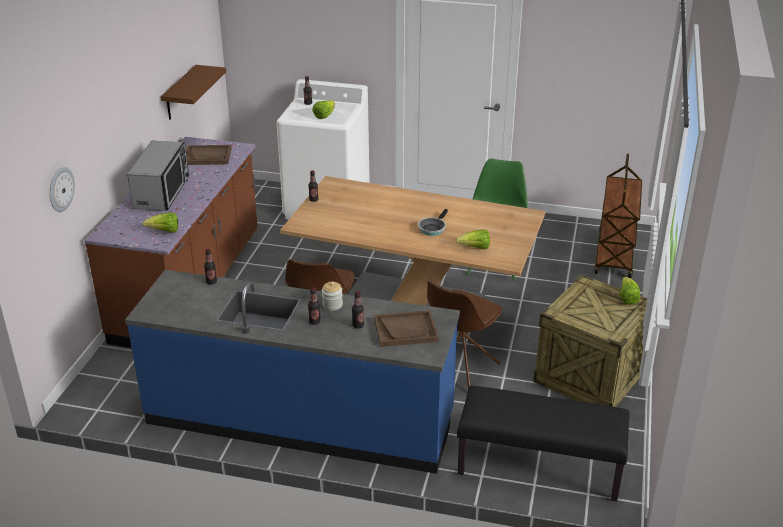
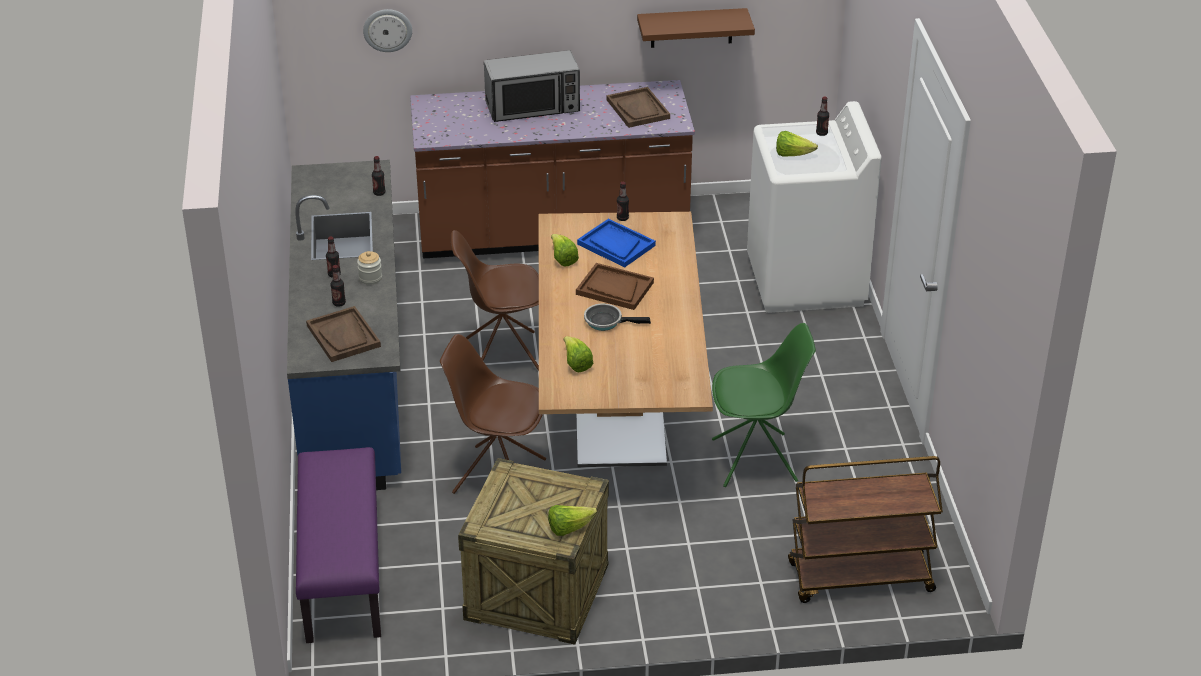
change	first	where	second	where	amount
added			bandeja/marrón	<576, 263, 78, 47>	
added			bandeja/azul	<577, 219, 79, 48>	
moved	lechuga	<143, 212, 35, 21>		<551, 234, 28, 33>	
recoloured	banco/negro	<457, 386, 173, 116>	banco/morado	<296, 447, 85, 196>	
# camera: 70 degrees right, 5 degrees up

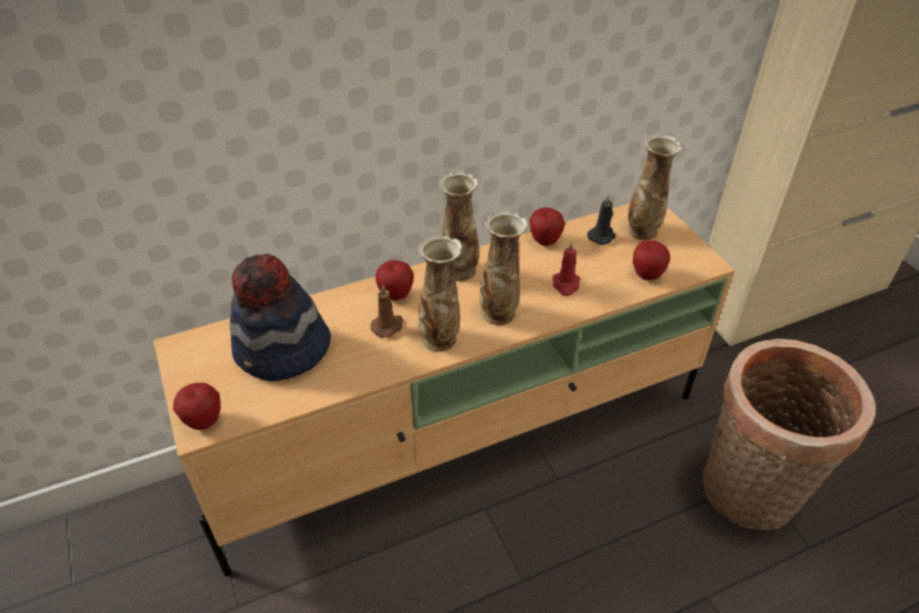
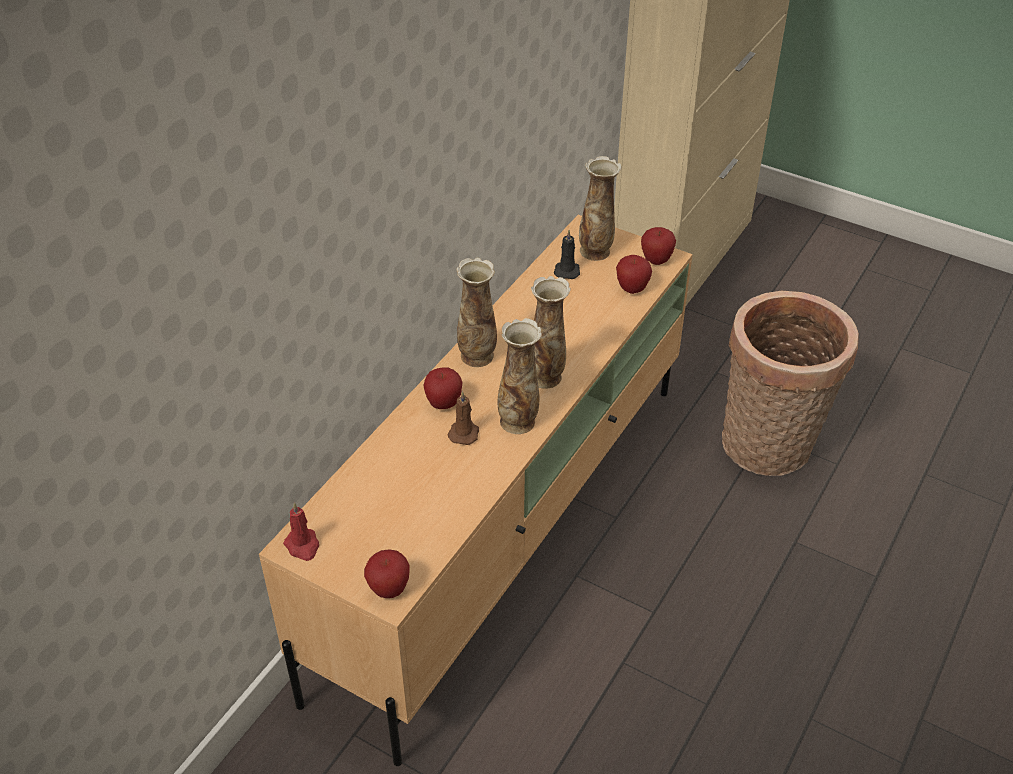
change	first	where	second	where	amount
removed	sombrero	<230, 254, 101, 127>			
moved	manzana	<529, 207, 36, 39>		<641, 227, 35, 38>	
moved	vela/rojo	<552, 241, 28, 55>		<283, 502, 36, 59>	
# camera: 35 degrees left, 0 degrees up

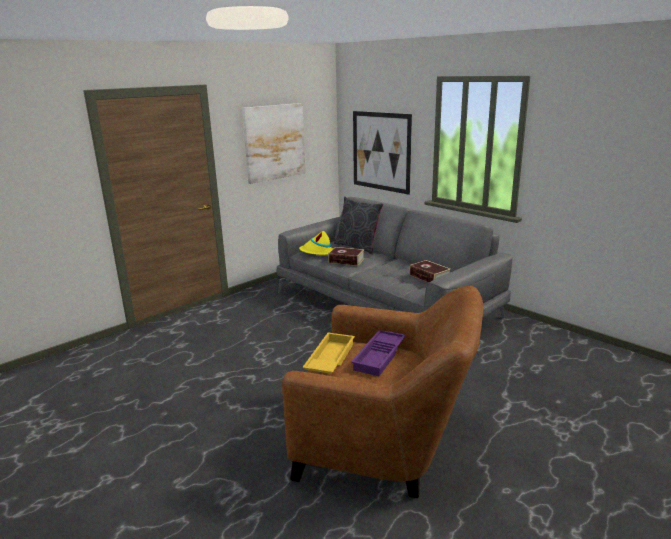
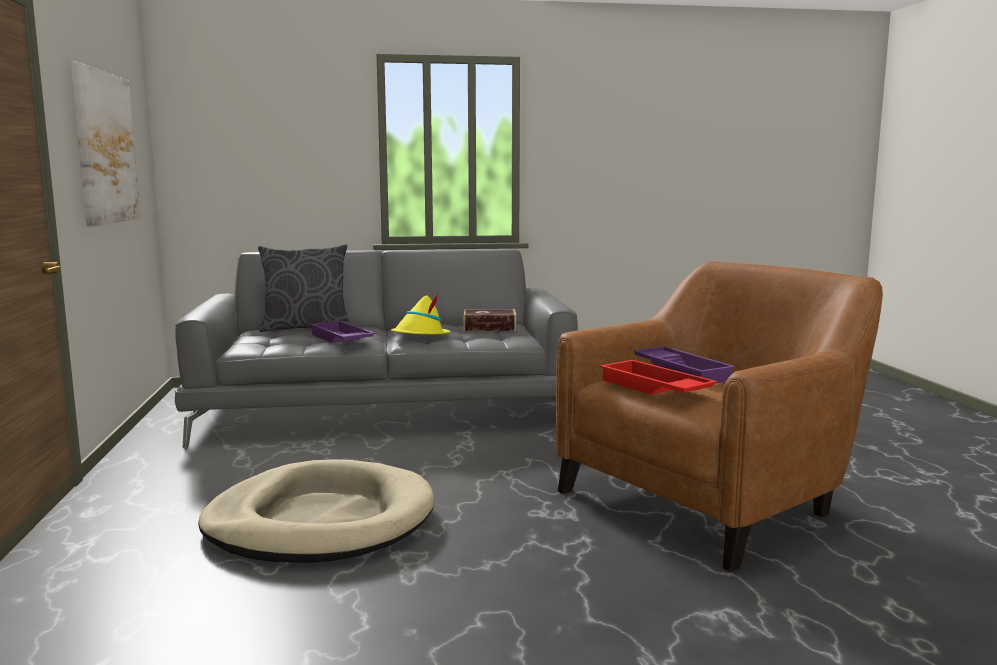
change	first	where	second	where	amount
removed	cuadro	<353, 111, 59, 84>			
added			cama para perro/beis	<198, 459, 236, 104>	
moved	sombrero/amarillo	<299, 231, 34, 24>		<391, 292, 60, 43>	
replaced	libro	<328, 247, 36, 19>	bandeja/morado	<310, 321, 66, 22>	
recoloured	bandeja/amarillo	<302, 333, 53, 41>	bandeja/rojo	<600, 360, 118, 35>	
# camera: 55 degrees left, 10 degrees down

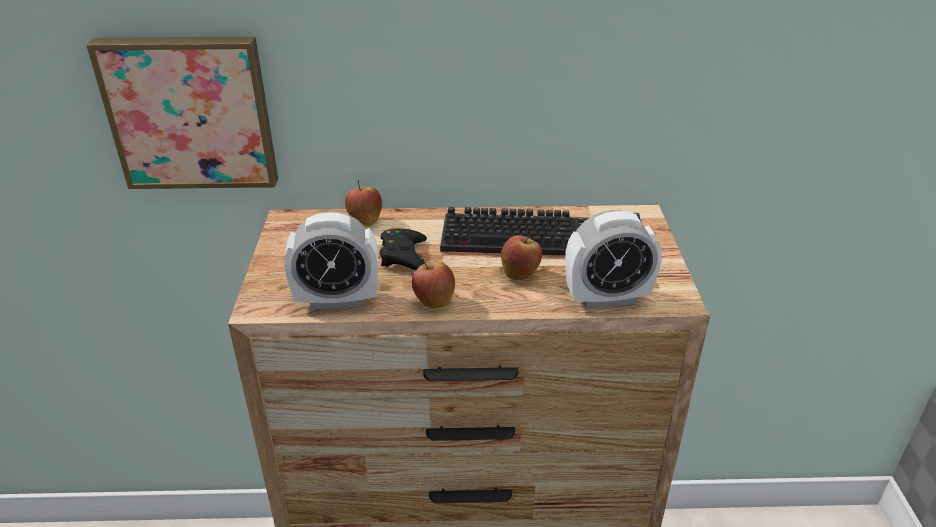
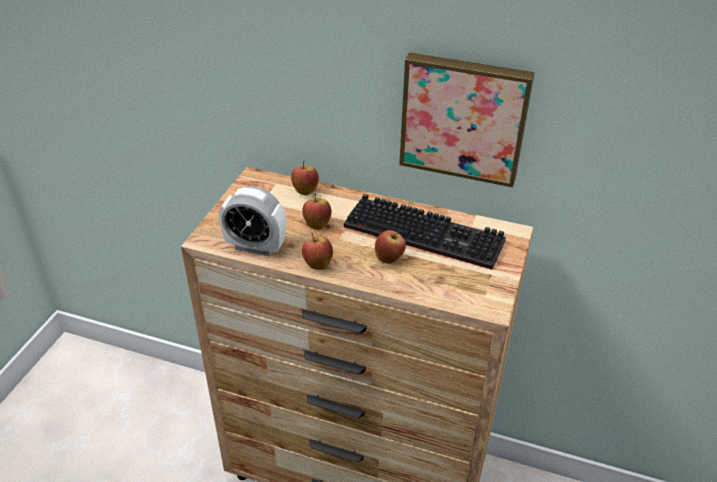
change	first	where	second	where	amount
removed	despertador	<565, 210, 97, 99>			
moved	cuadro	<86, 37, 192, 152>		<399, 53, 136, 135>	
replaced	mando de consola/negro	<380, 228, 47, 42>	manzana	<302, 193, 30, 37>	
# camera: 20 degrees right, 5 degrees up

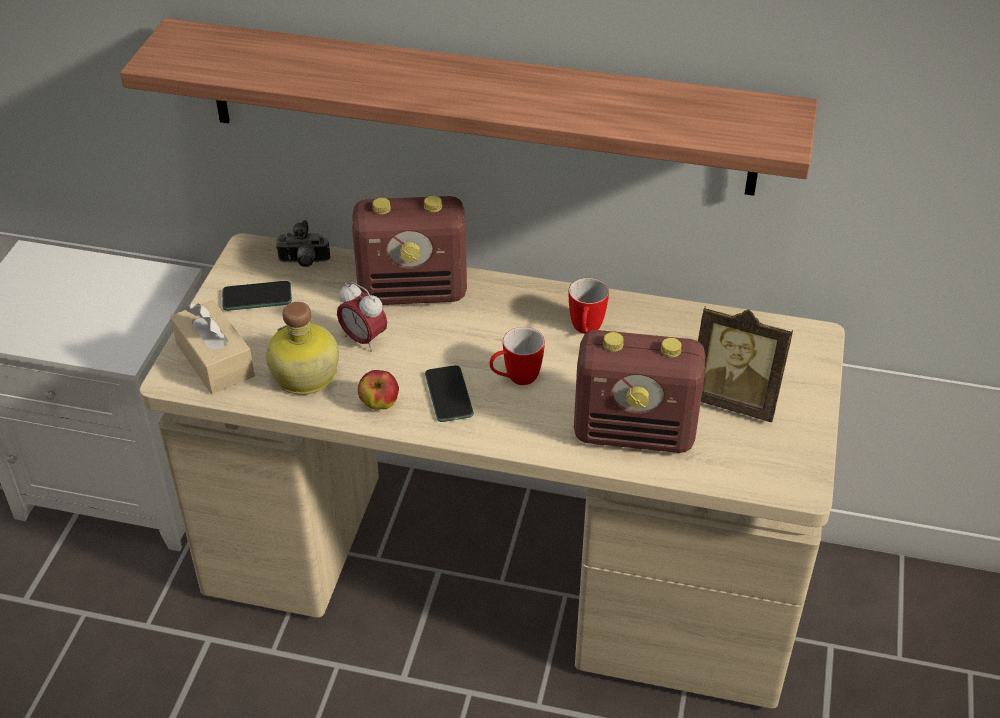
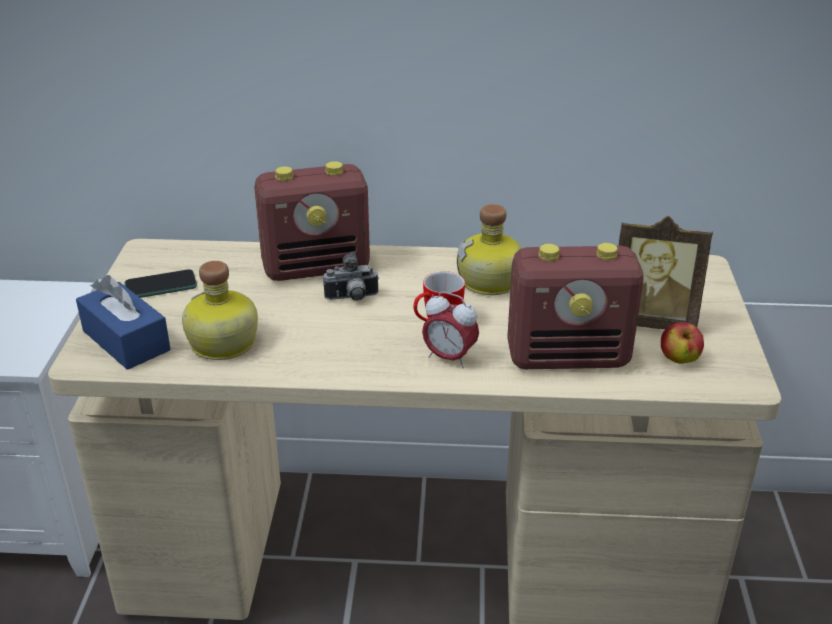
change	first	where	second	where	amount
removed	estante	<120, 18, 698, 178>			
removed	móvil	<425, 365, 49, 57>			
moved	cámara	<276, 220, 54, 47>		<323, 252, 56, 49>	
moved	despertador	<337, 282, 50, 70>		<422, 292, 57, 76>	
moved	manzana	<358, 370, 41, 40>		<661, 323, 43, 41>	
replaced	taza grande	<569, 278, 40, 56>	botella	<457, 204, 65, 91>	
recoloured	caja de pañuelos/beis	<170, 300, 85, 94>	caja de pañuelos/azul	<76, 275, 95, 95>	
# camera: 10 degrees left, 10 degrees down

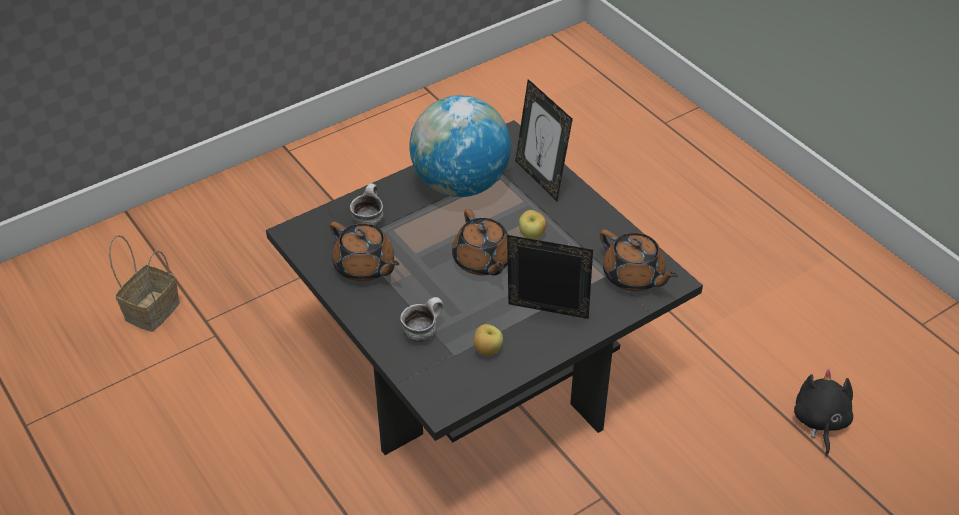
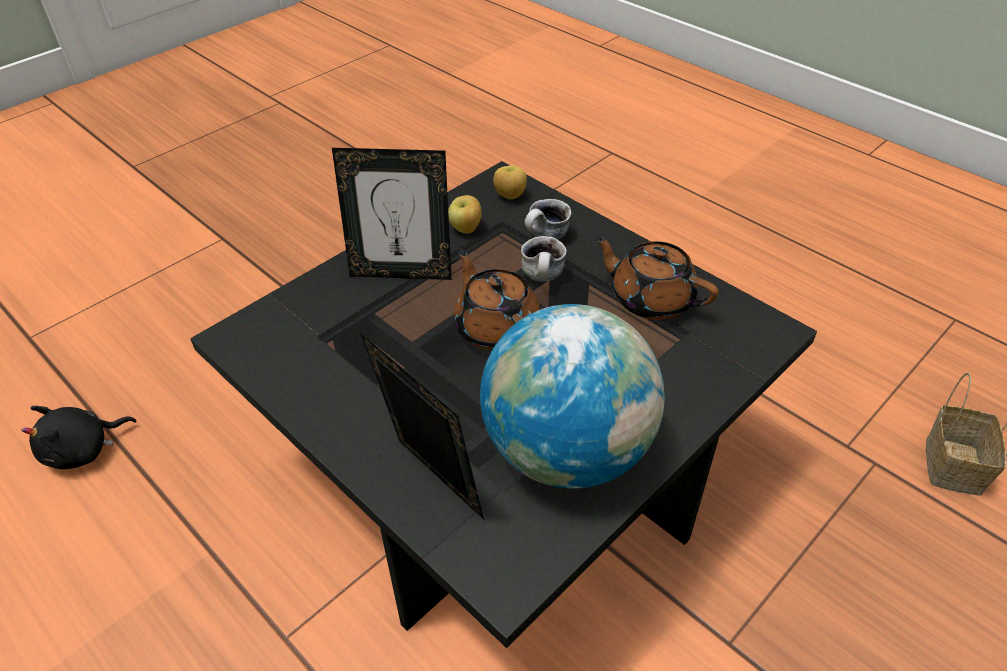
change	first	where	second	where	amount
removed	tetera/marrón	<600, 229, 78, 62>			
moved	taza grande	<350, 183, 34, 44>		<521, 236, 46, 46>	
moved	manzana	<519, 210, 27, 29>		<493, 165, 34, 34>	
turned	peluche/negro	<794, 369, 59, 87>		<21, 406, 115, 63>	60 degrees clockwise
# camera: 170 degrees right, 0 degrees up

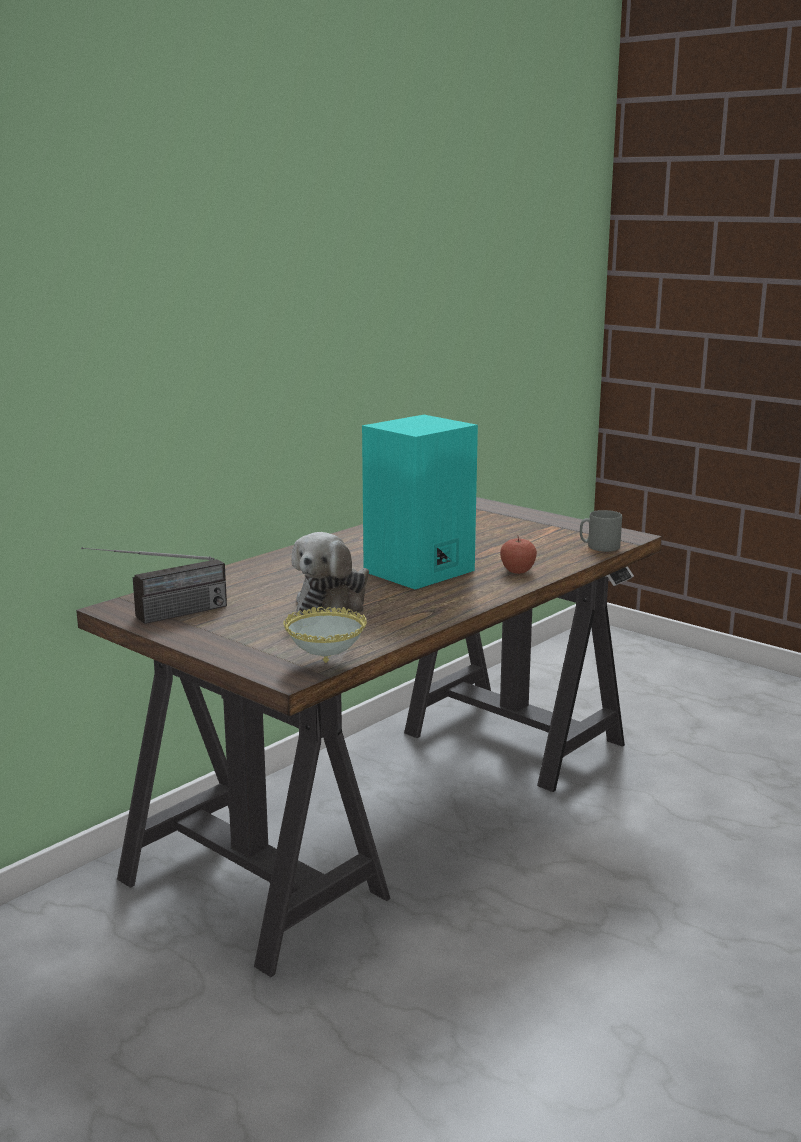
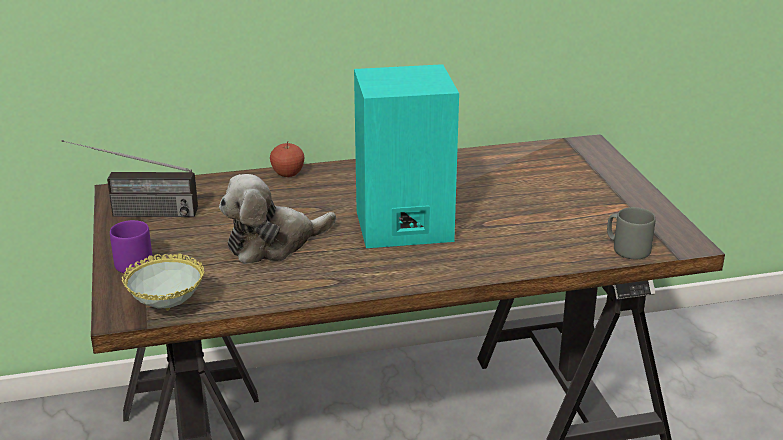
change	first	where	second	where	amount
added			taza grande/morado	<110, 220, 42, 54>	
moved	manzana	<500, 536, 37, 38>		<270, 142, 34, 35>	
# camera: 35 degrees right, 10 degrees up

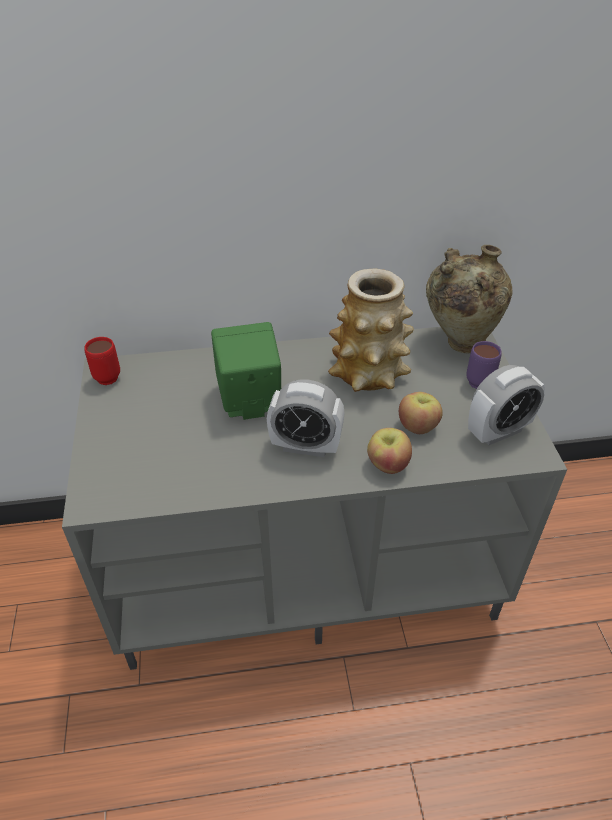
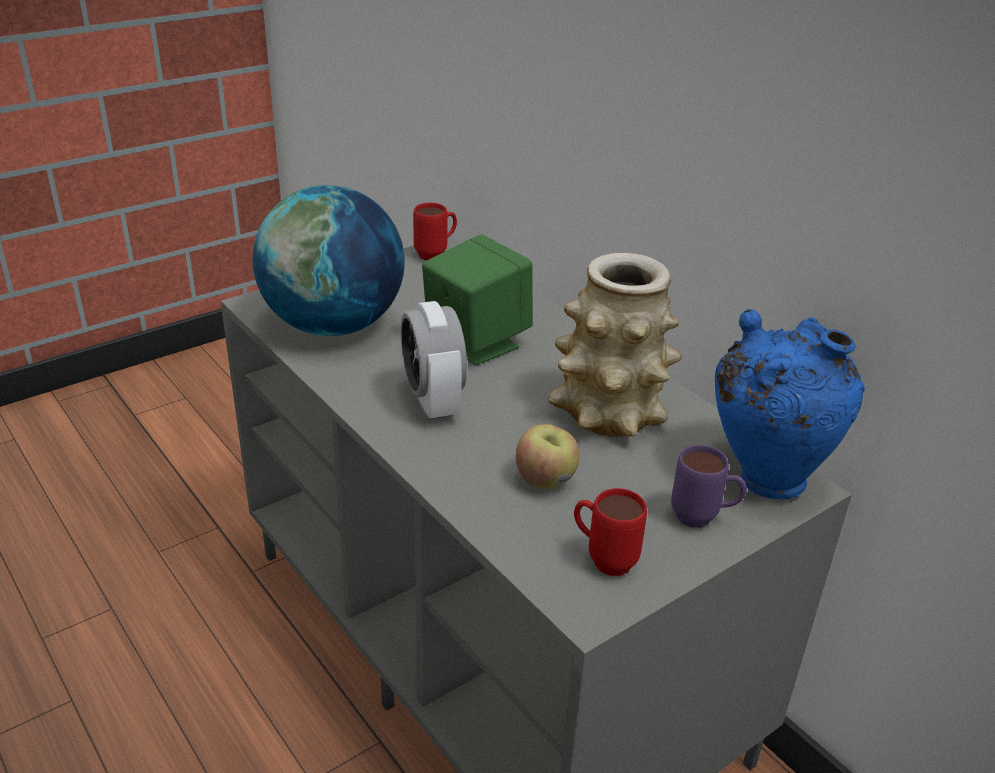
change	first	where	second	where	amount
removed	manzana	<367, 428, 45, 46>			
added			globo terráqueo	<253, 185, 152, 151>	
replaced	despertador	<468, 365, 77, 80>	taza grande/rojo	<574, 488, 73, 88>	
recoloured	florero/beis	<426, 245, 87, 109>	florero/azul	<715, 309, 150, 190>	
# camera: 60 degrees right, 10 degrees down

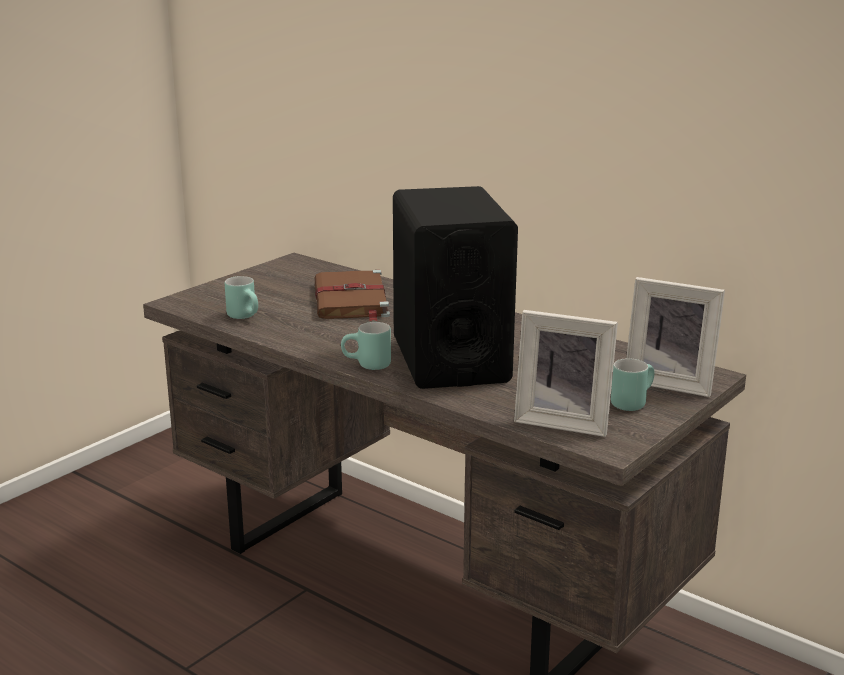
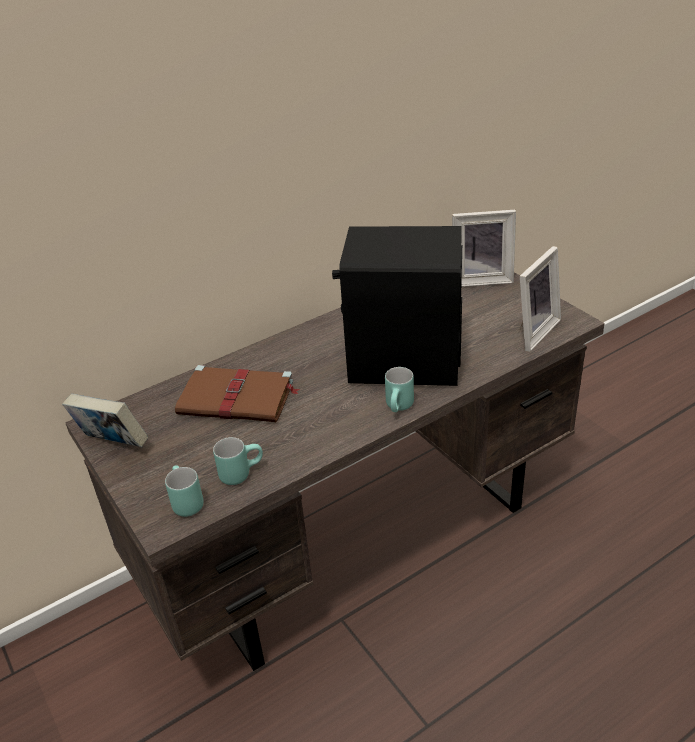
change	first	where	second	where	amount
added			libro	<62, 394, 86, 53>	
moved	taza grande/turquesa	<611, 358, 43, 53>		<165, 465, 39, 52>	
turned	portarretratos	<626, 277, 99, 120>		<452, 210, 64, 77>	45 degrees clockwise
# camera: 70 degrees left, 15 degrees up

